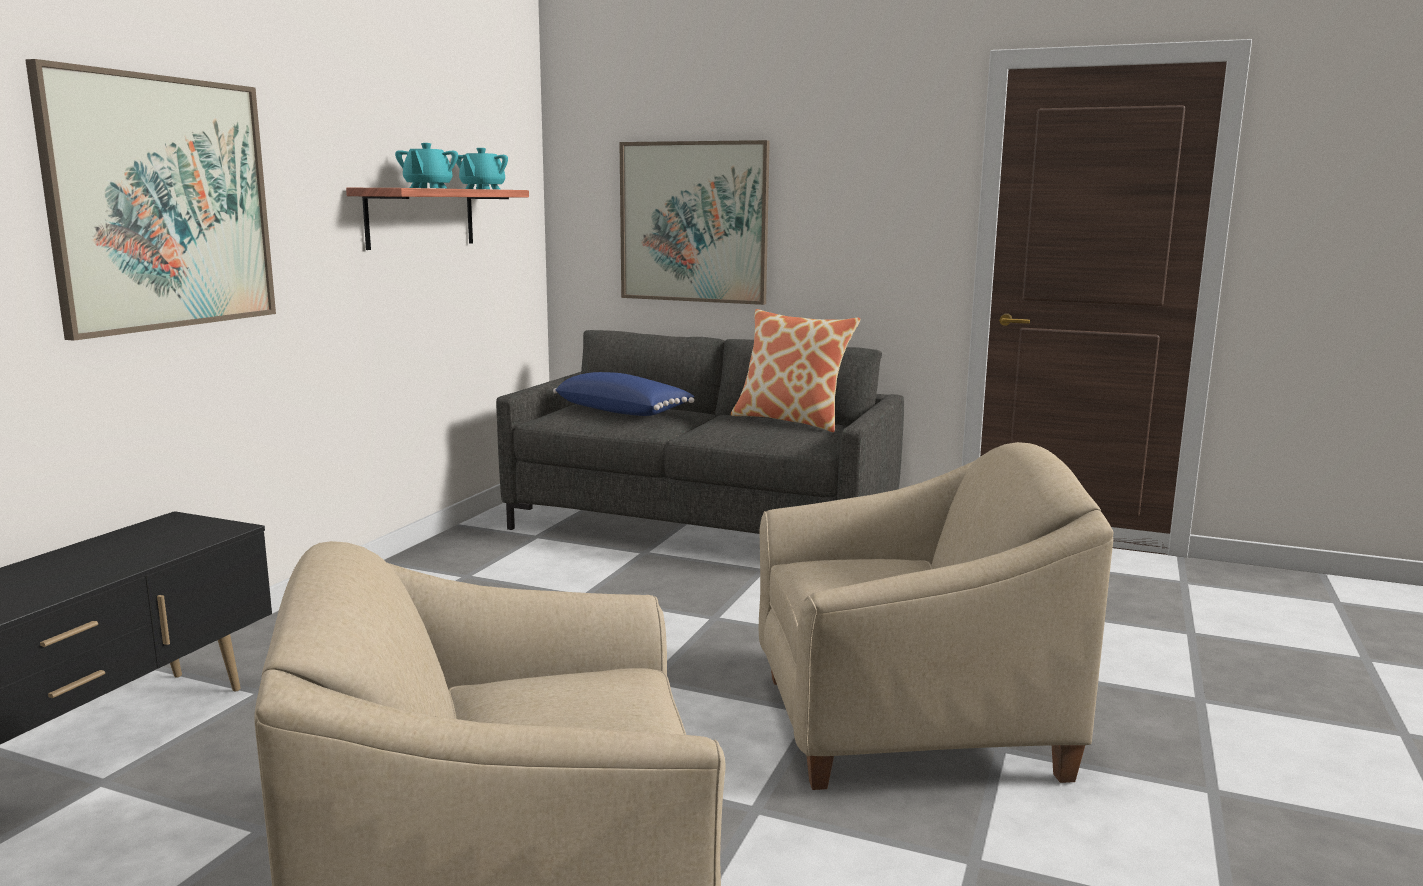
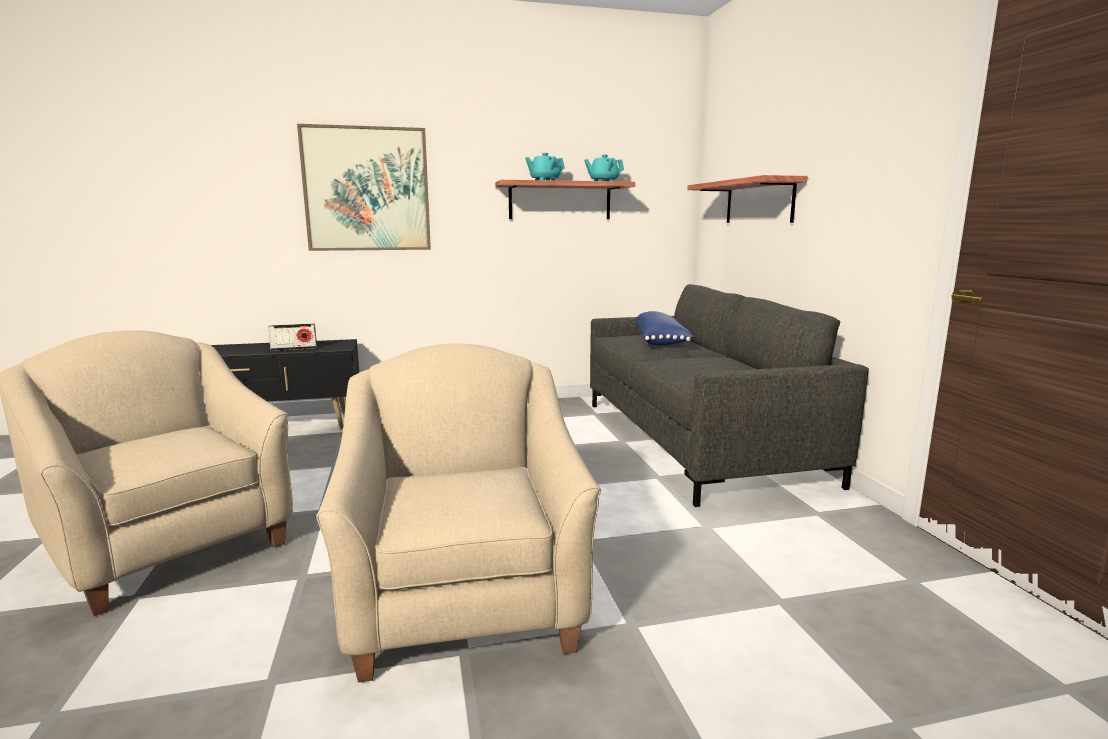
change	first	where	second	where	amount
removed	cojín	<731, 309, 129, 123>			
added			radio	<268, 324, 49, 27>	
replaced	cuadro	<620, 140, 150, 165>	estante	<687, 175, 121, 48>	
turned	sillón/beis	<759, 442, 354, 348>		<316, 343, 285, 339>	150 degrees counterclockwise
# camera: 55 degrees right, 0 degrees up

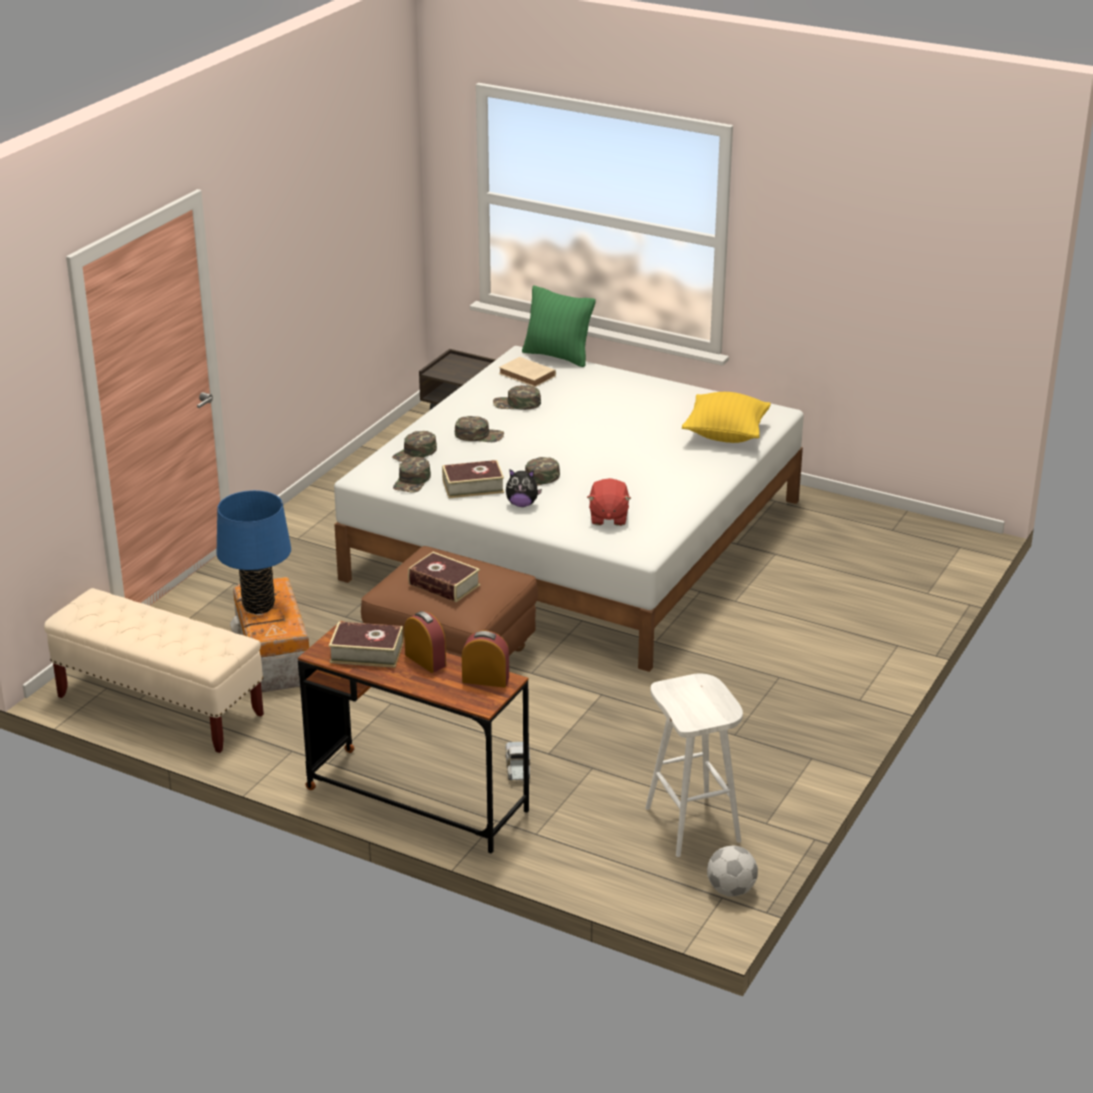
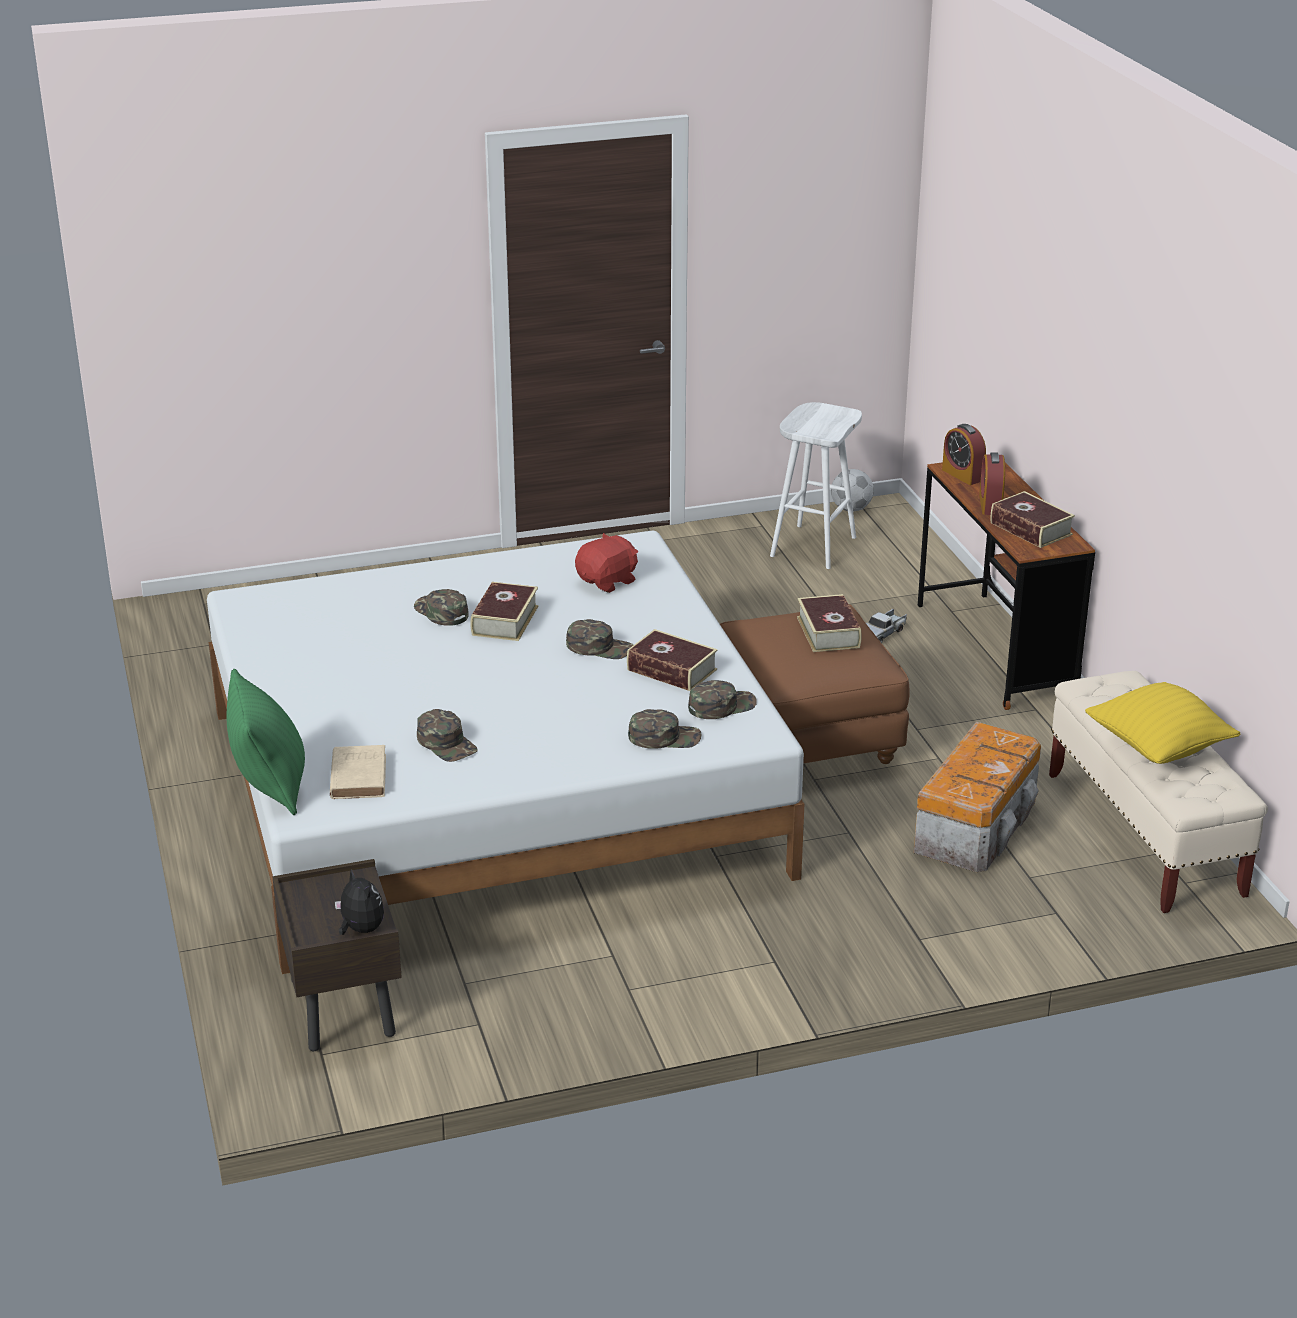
change	first	where	second	where	amount
removed	lámpara de mesa/azul	<217, 490, 74, 124>			
added			libro	<470, 582, 68, 59>	
moved	gorra/verde	<455, 416, 49, 26>		<414, 589, 55, 37>	
moved	peluche	<506, 469, 36, 38>		<335, 869, 49, 66>	
moved	cojín/amarillo	<682, 392, 89, 51>		<1085, 682, 155, 82>	
# camera: 135 degrees left, 0 degrees up

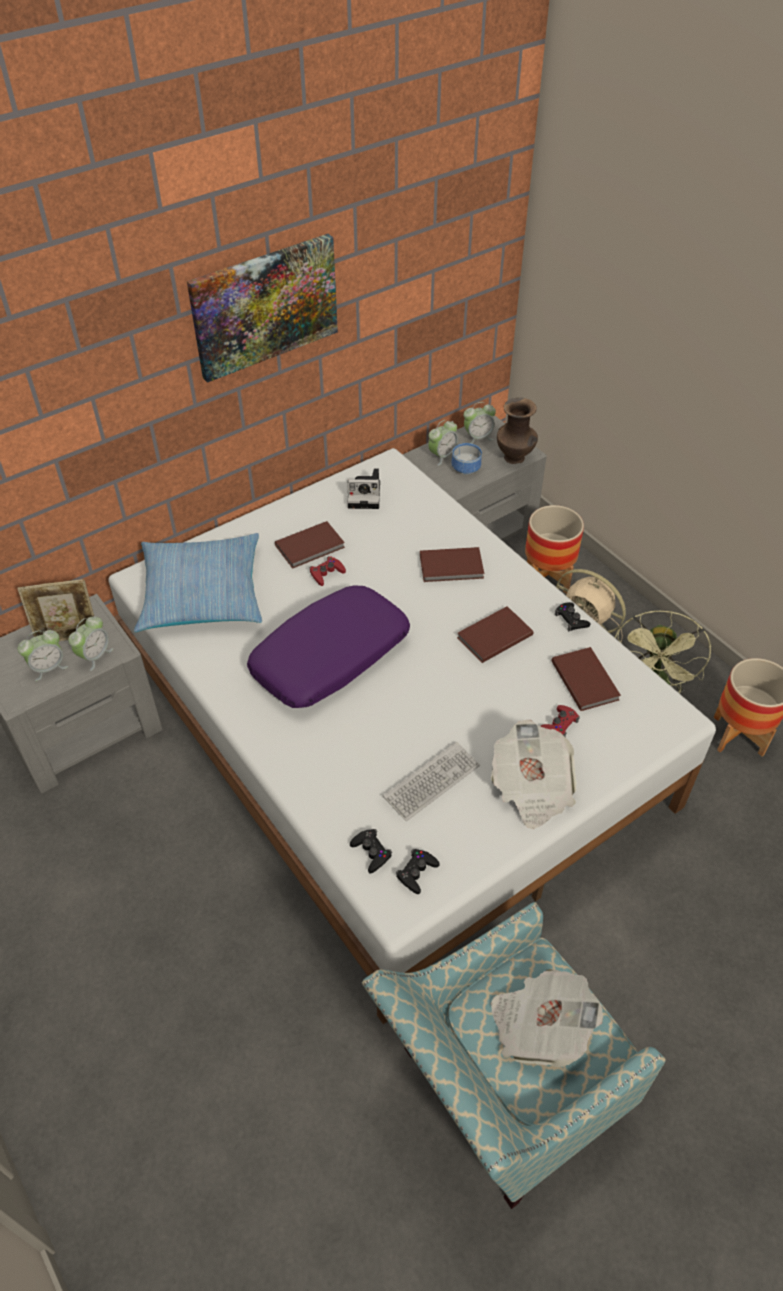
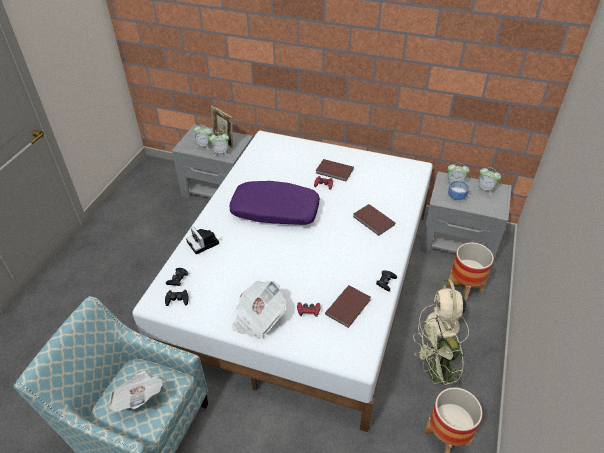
change	first	where	second	where	amount
removed	cojín	<134, 533, 128, 99>			
removed	cuadro	<187, 234, 151, 149>			
removed	teclado	<383, 742, 97, 79>			
removed	libro/marrón	<457, 606, 76, 57>			
removed	florero/marrón	<497, 398, 41, 66>			
moved	cámara	<347, 468, 33, 41>		<186, 227, 33, 28>	
# camera: 55 degrees right, 5 degrees down

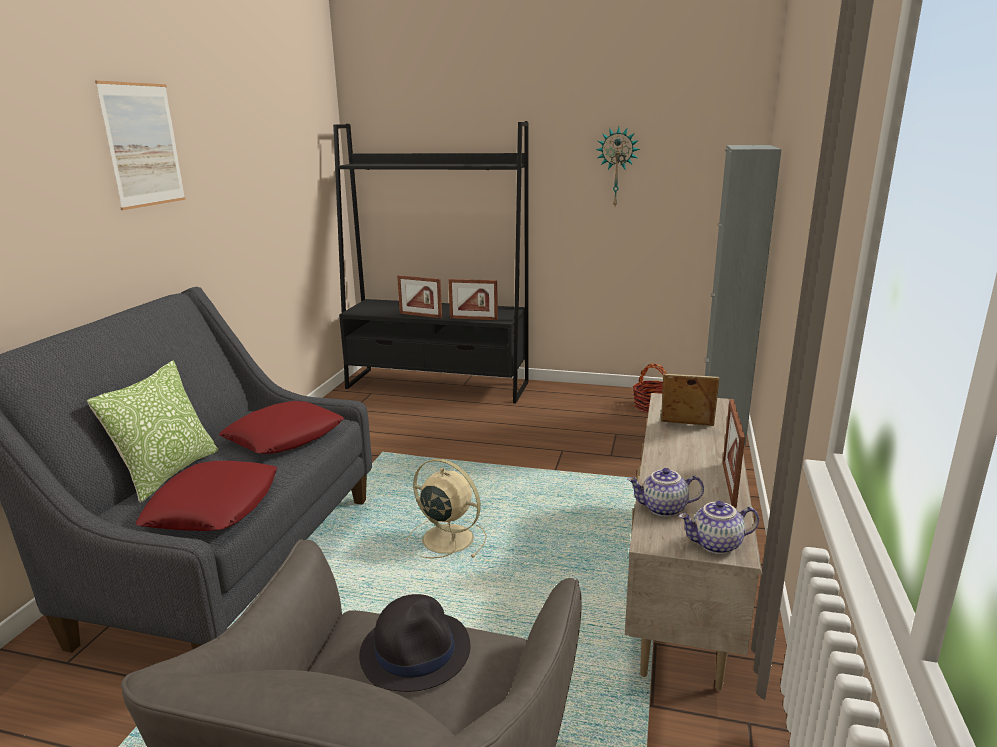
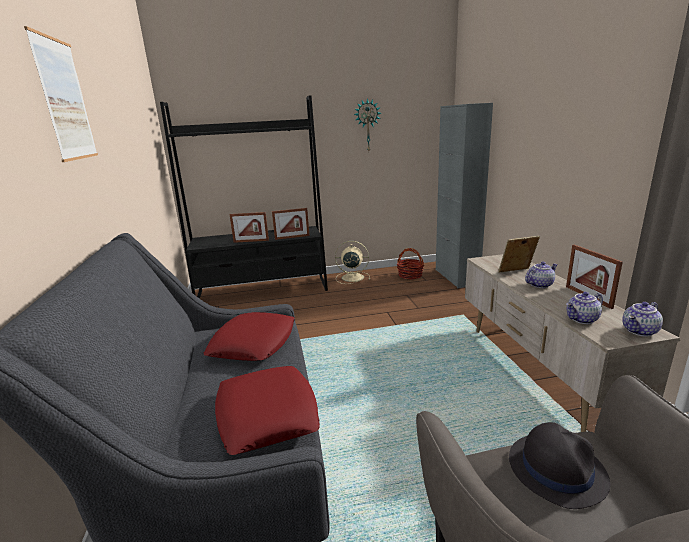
change	first	where	second	where	amount
removed	cojín	<87, 361, 131, 142>			
added			tetera	<525, 262, 33, 26>	
moved	ventilador/beis	<407, 459, 80, 99>		<335, 241, 35, 43>	
# camera: 25 degrees left, 0 degrees up

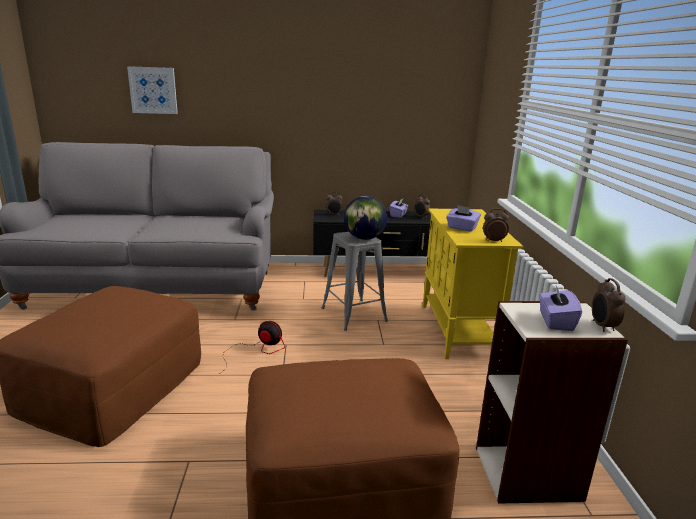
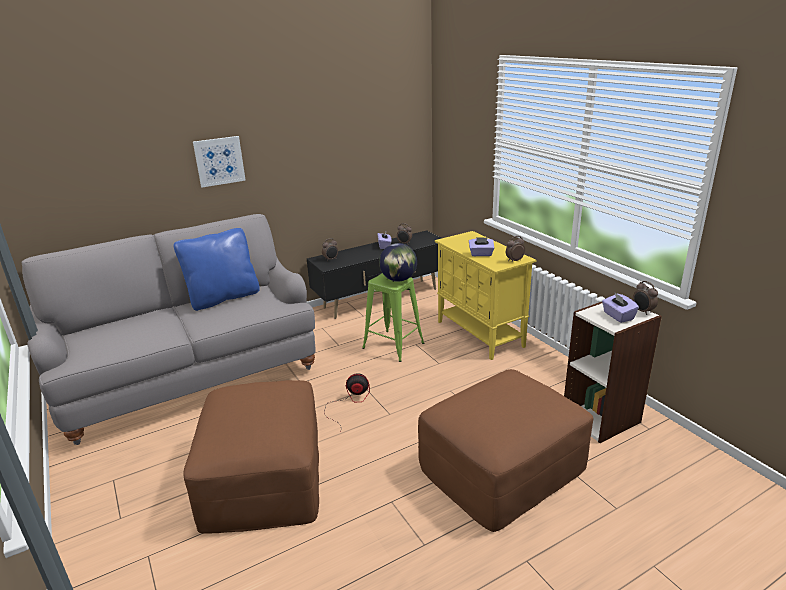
change	first	where	second	where	amount
added			cojín/azul	<174, 228, 86, 83>	
moved	cuadro	<127, 66, 51, 48>		<193, 136, 53, 52>	
recoloured	taburete/gris	<322, 232, 66, 99>	taburete/verde	<362, 273, 62, 89>	
# camera: 25 degrees left, 5 degrees up

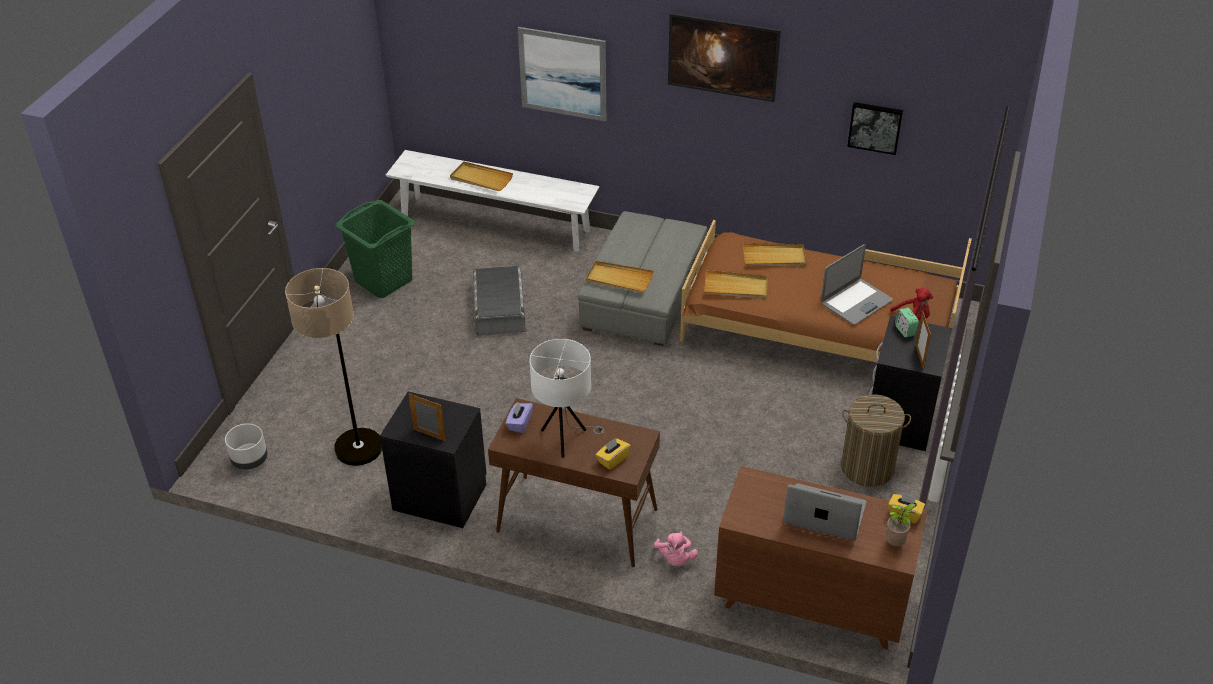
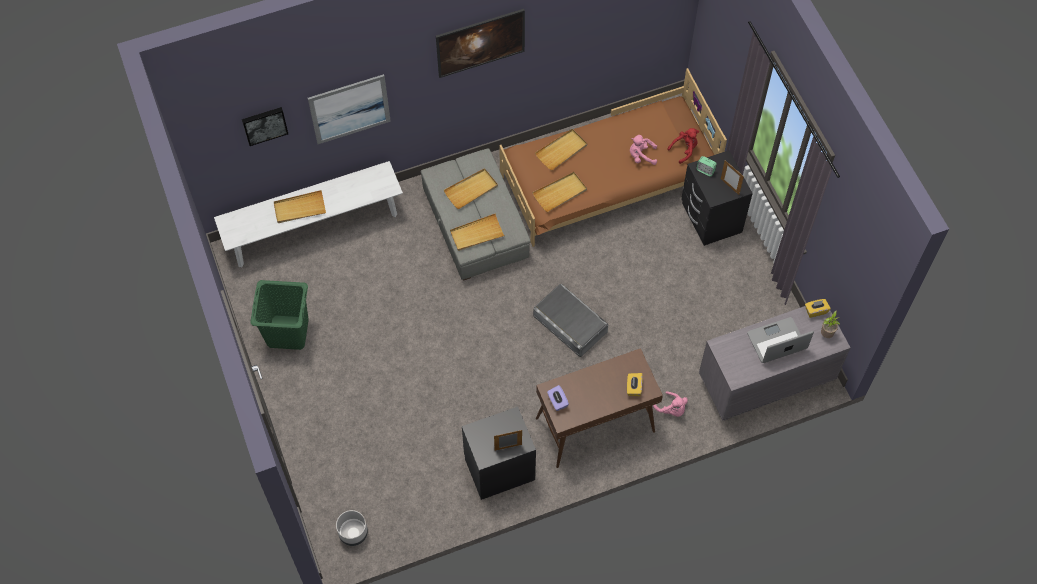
change	first	where	second	where	amount
removed	lámpara de pie	<285, 268, 97, 198>			
removed	lámpara de mesa/blanco	<529, 339, 75, 119>			
removed	cesto de la ropa	<841, 394, 70, 93>			
added			bandeja/beis	<444, 168, 54, 41>	
moved	caja de almacenaje/gris	<473, 266, 53, 69>		<533, 284, 75, 73>	
moved	cuadro	<847, 102, 56, 53>		<242, 107, 46, 39>	
replaced	portátil	<821, 244, 72, 81>	peluche/rosa	<630, 135, 27, 30>	
recoloured	cómoda/marrón	<714, 466, 214, 184>	cómoda/gris	<699, 306, 152, 115>	
# camera: 40 degrees left, 20 degrees up

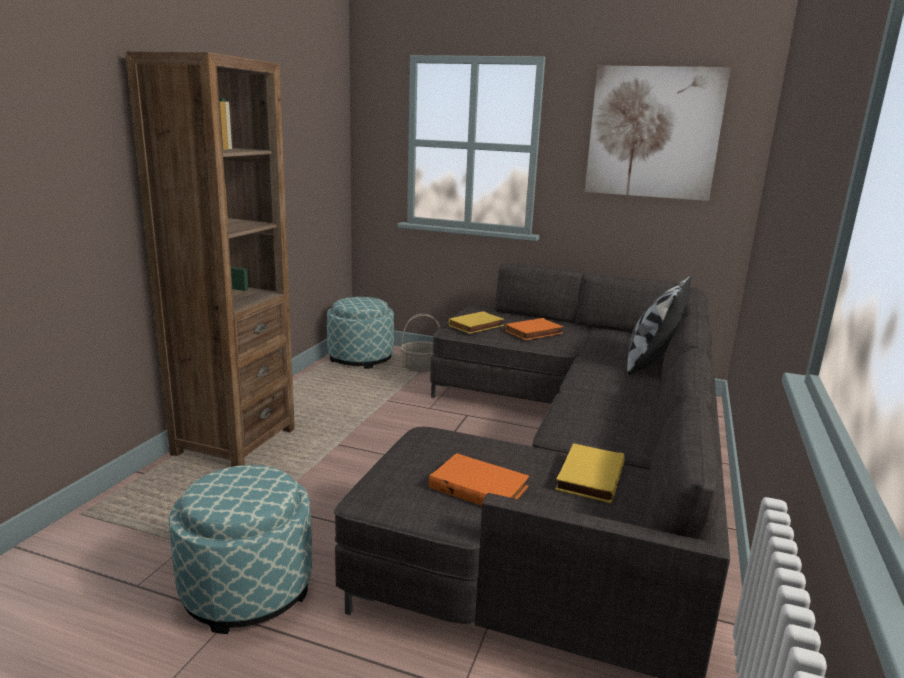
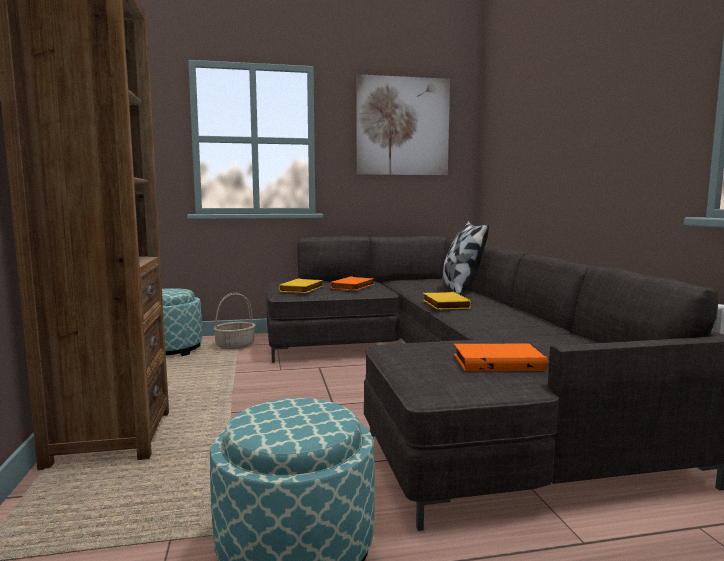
change	first	where	second	where	amount
moved	libro/amarillo	<555, 443, 70, 61>		<423, 292, 48, 18>	
# camera: 30 degrees left, 10 degrees down

